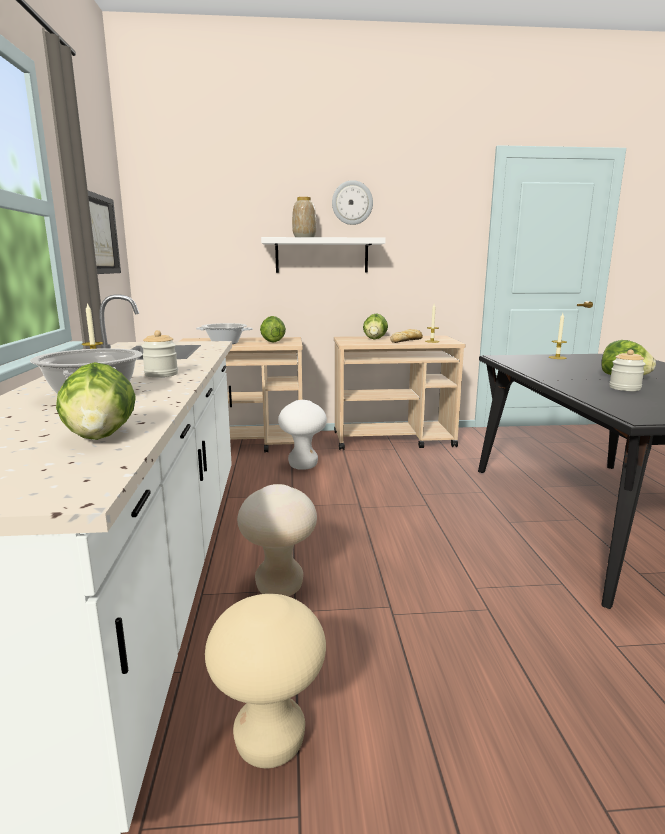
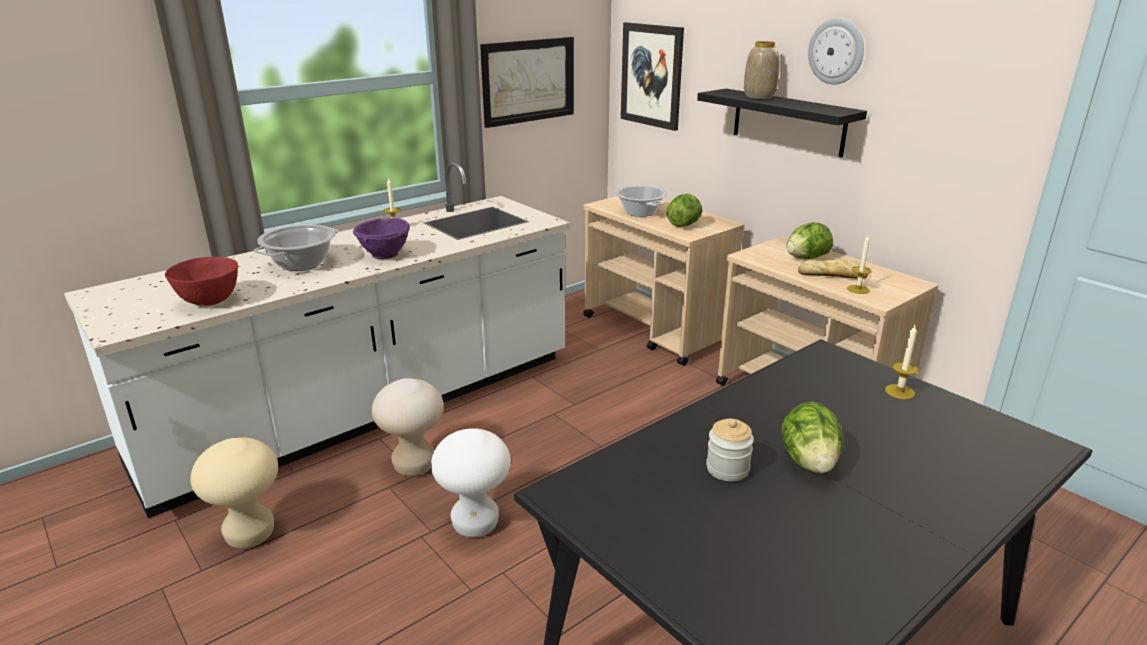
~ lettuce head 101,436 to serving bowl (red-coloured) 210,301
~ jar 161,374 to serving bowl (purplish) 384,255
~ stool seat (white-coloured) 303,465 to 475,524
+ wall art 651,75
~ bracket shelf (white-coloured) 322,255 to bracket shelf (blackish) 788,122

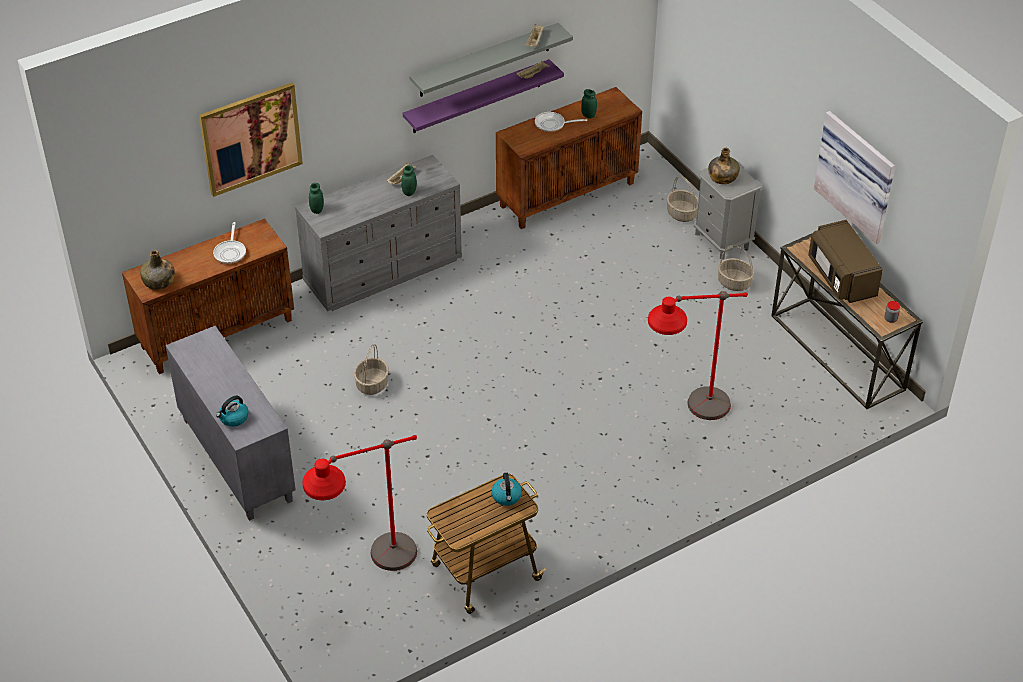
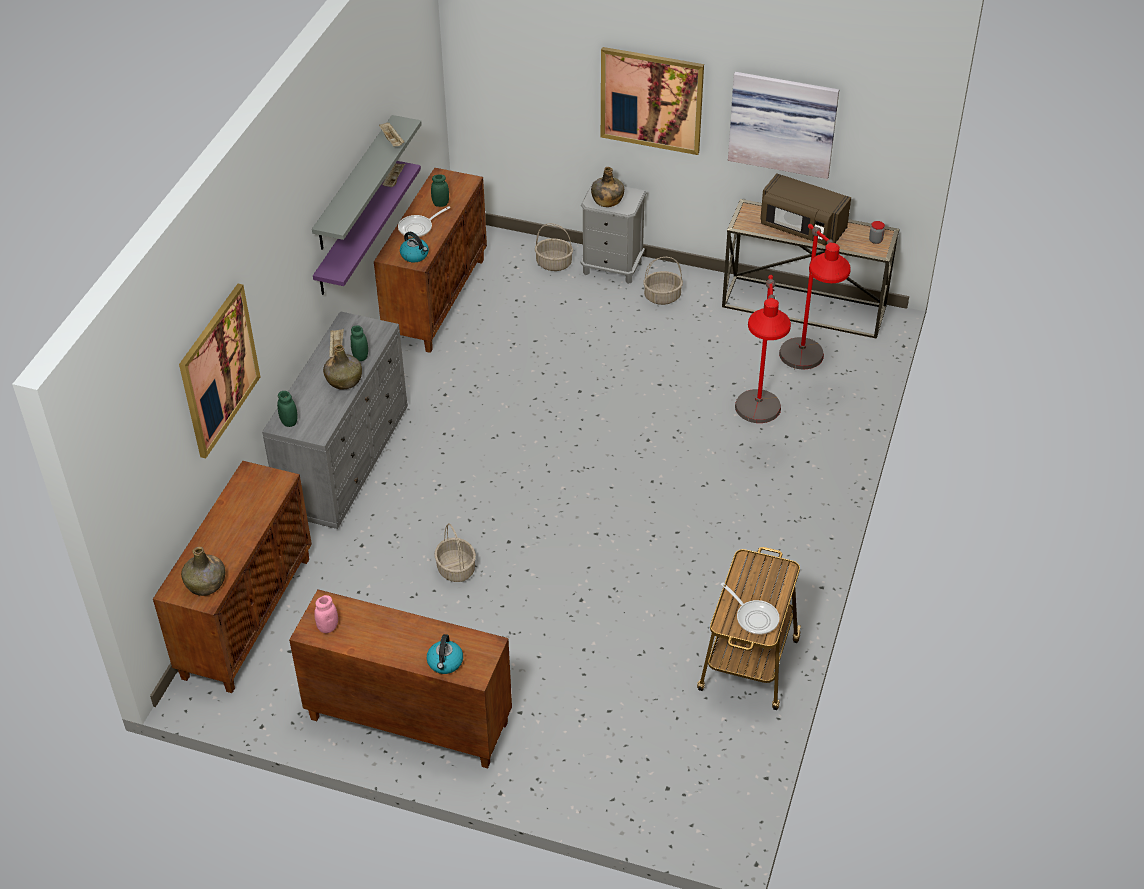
~ cupboard (greyish) 235,459 to cupboard (brownish) 407,721
+ jar (pink-coloured) 328,627
+ bottle (greenish) 344,380
~ water kettle 507,497 to 415,255
+ wall art 651,100
~ pan 230,252 to 754,617
~ standard lamp (red-coloured) 371,572 to 805,376

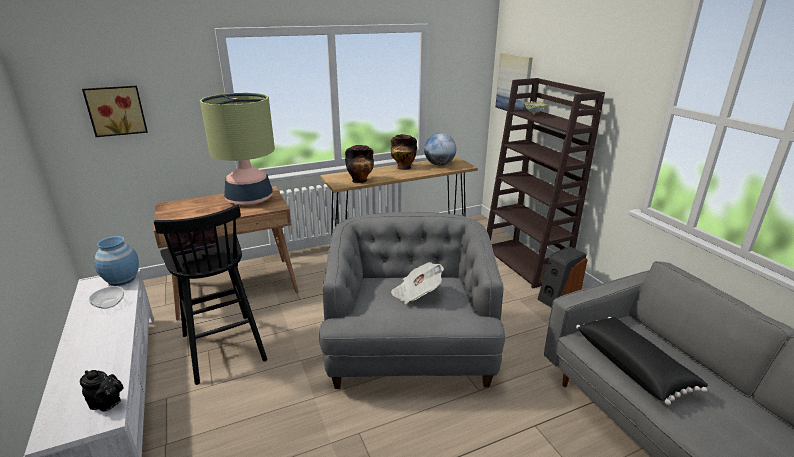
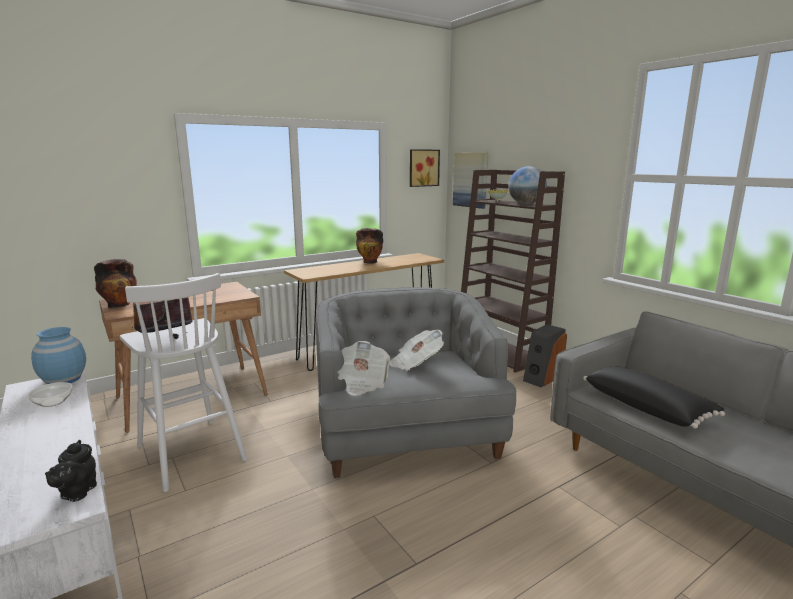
~ pot for tea (blackish) 107,404 = 76,493 90 degrees clockwise
~ vase 360,180 to 120,305
~ stool seat (blackish) 223,346 to stool seat (white-coloured) 190,452
+ printed paper 362,382
~ wall art 116,110 to 423,168
~ globe 439,164 to 526,204
- lamp for a table 249,199

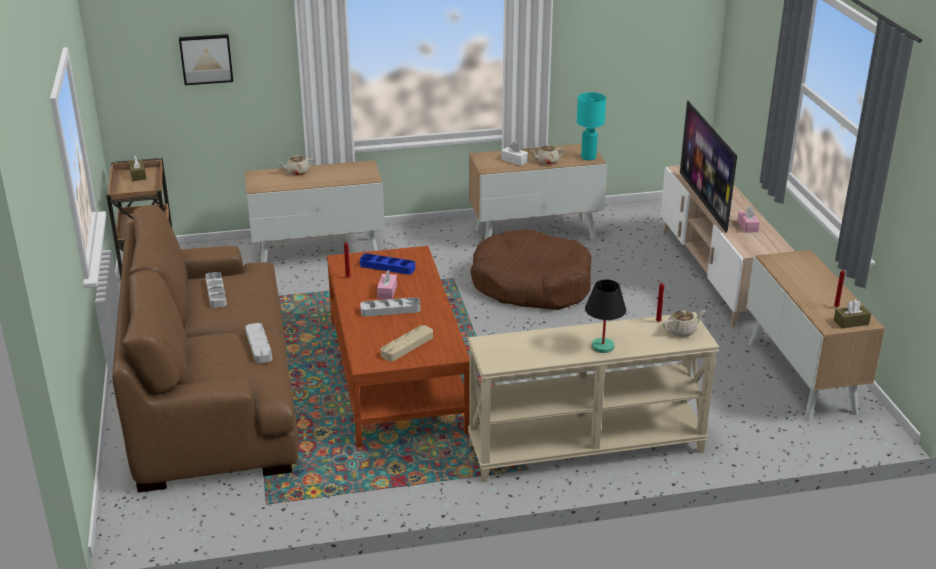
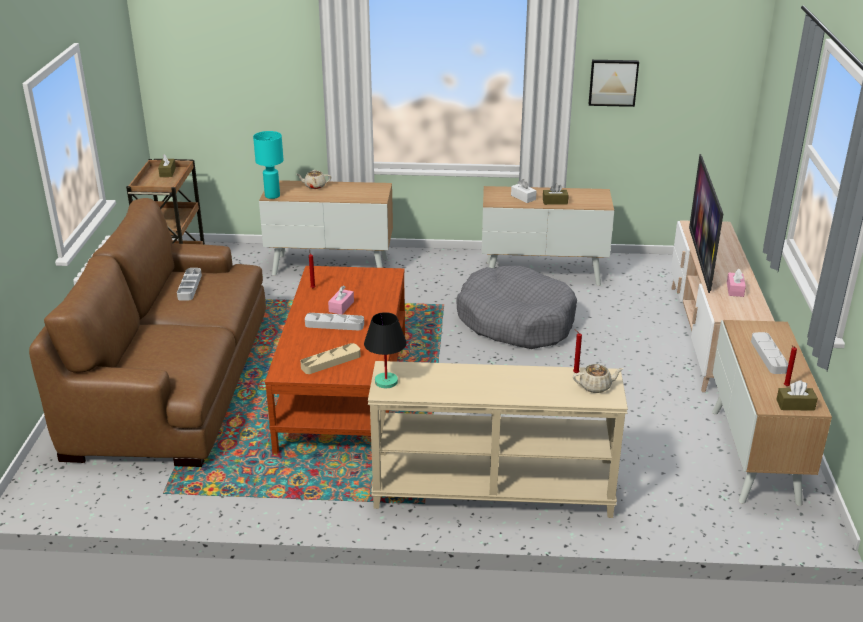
~ lamp for a table (blue-green) 588,157 to 272,196
~ lamp for a table (blackish) 603,346 to 386,381
~ dog cushion (brownish) 531,285 to dog cushion (greyish) 516,321
~ pot for tea (beige-coloured) 547,161 to tissue box (brownish) 555,202
~ wall art 206,58 to 613,82
~ tray (greyish) 259,346 to 768,356
- tray (bluish) 387,267

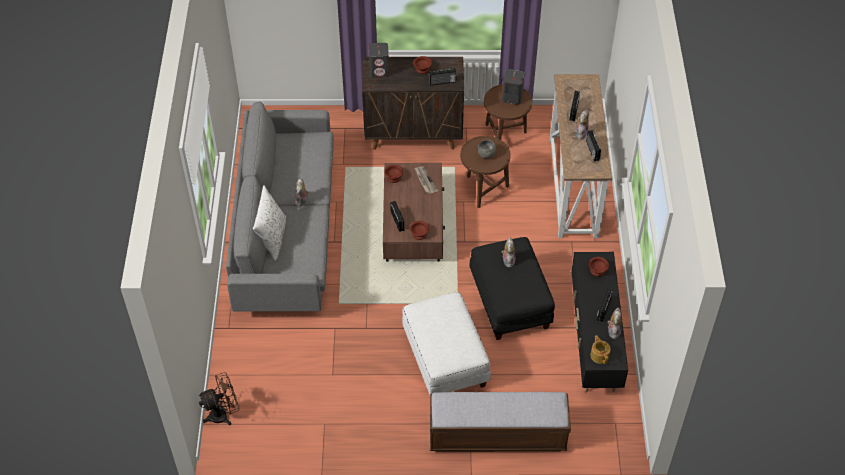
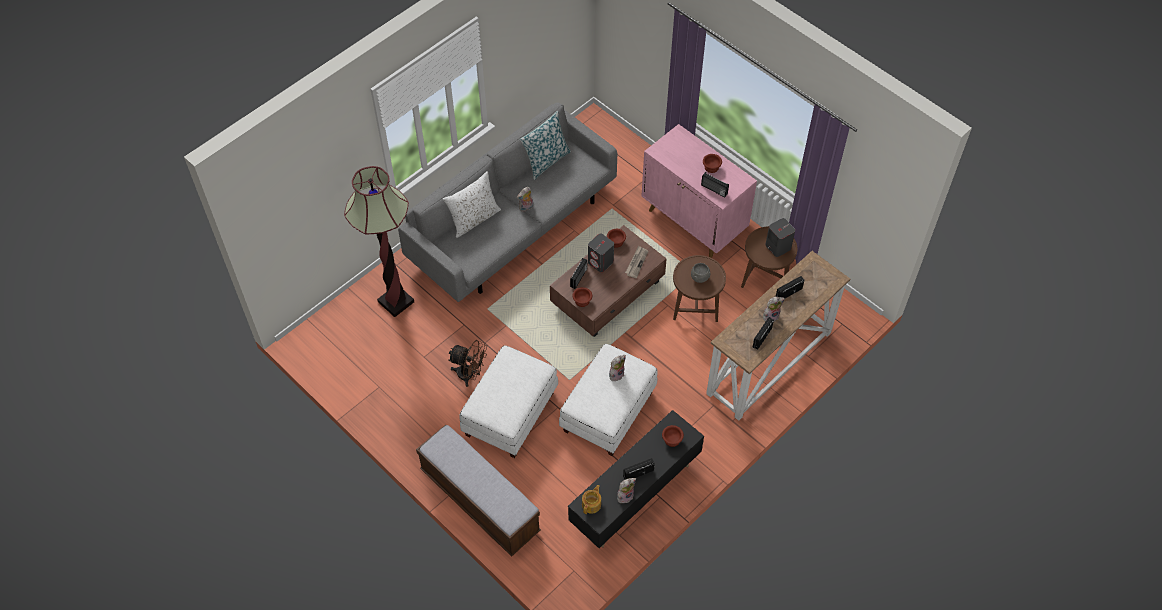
+ standard lamp 396,302
~ cooling fan (brownish) 223,414 to 470,375
+ throw pillow 546,161
~ pouffe (blackish) 510,302 to pouffe (white-coloured) 608,412
~ speaker (greyish) 379,71 to 601,262
~ cupboard (brownish) 414,134 to cupboard (pink-coloured) 694,222

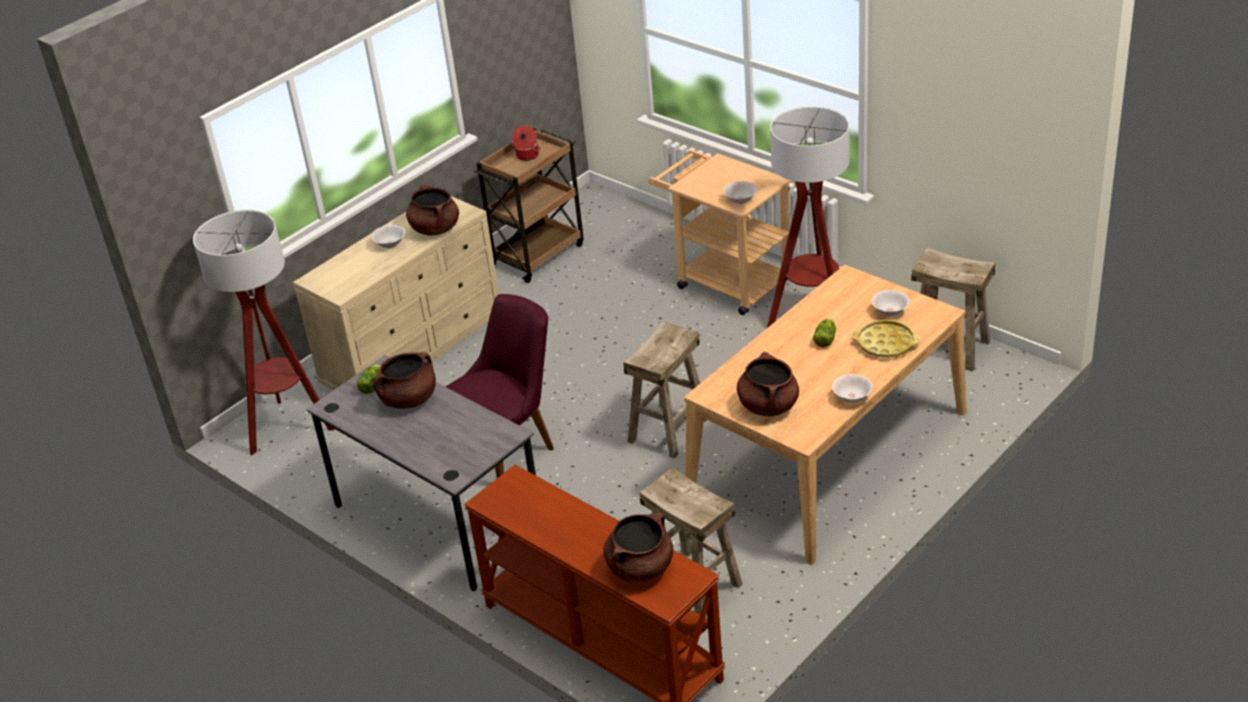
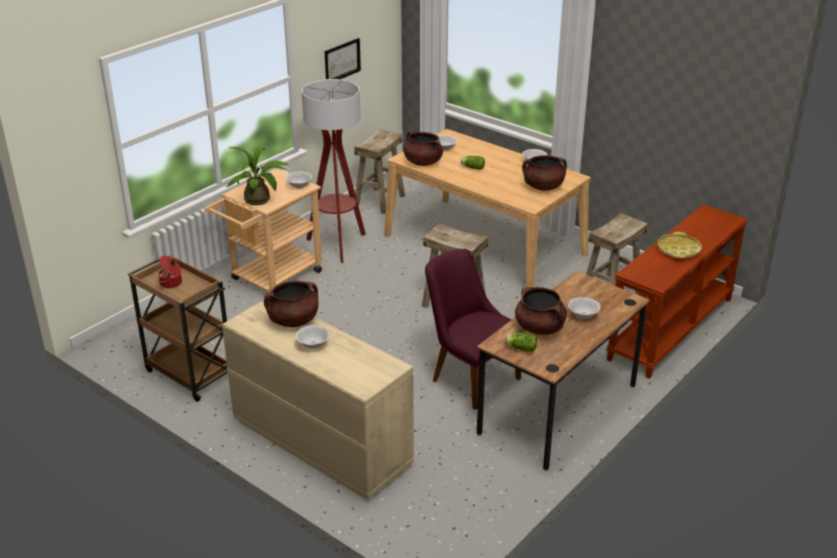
+ potted plant 260,200
+ wall art 342,61
~ saucepot (brownish) 640,567 to 422,162
~ desk (greyish) 438,519 to desk (brownish) 558,409
+ serving bowl (white-coloured) 583,315
~ tray (yellow-coloured) 885,344 to 678,250
- standard lamp 288,427

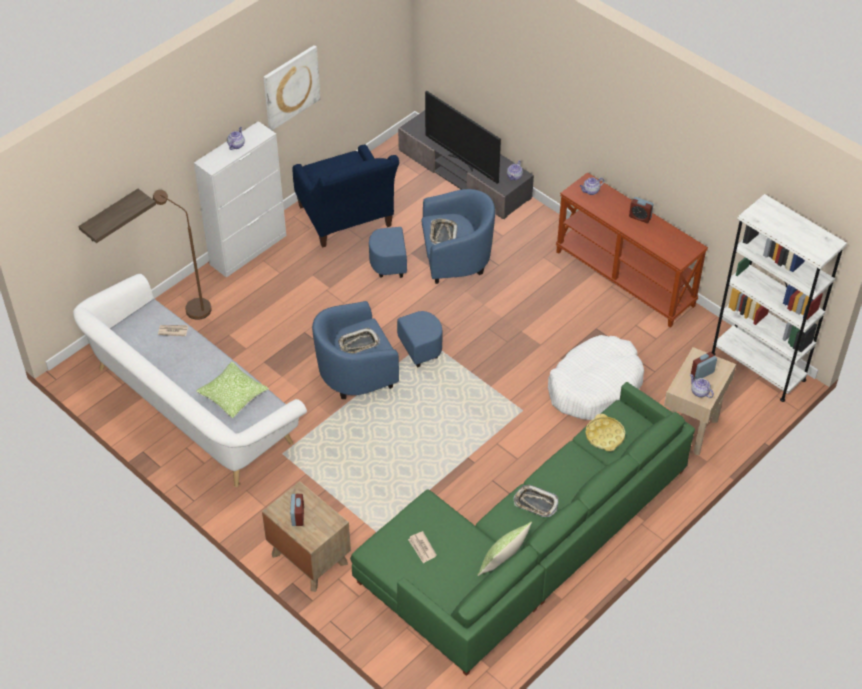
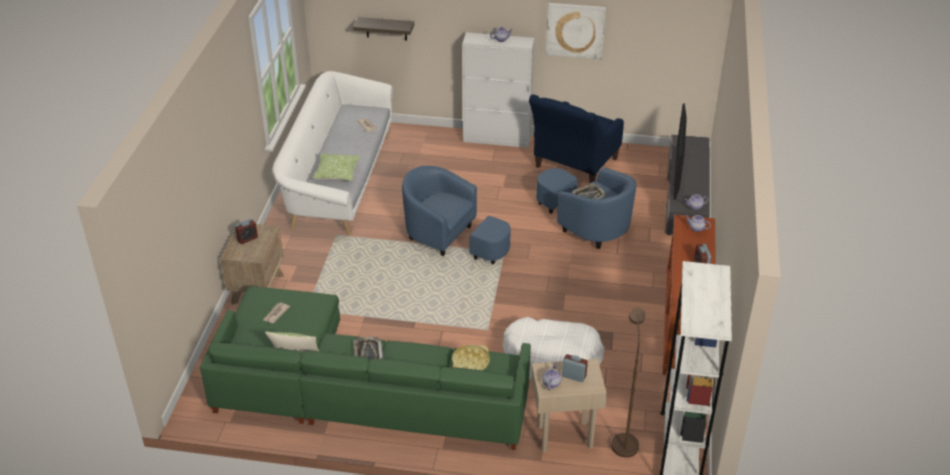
~ standard lamp (brownish) 193,306 to 624,440
- tray 358,344

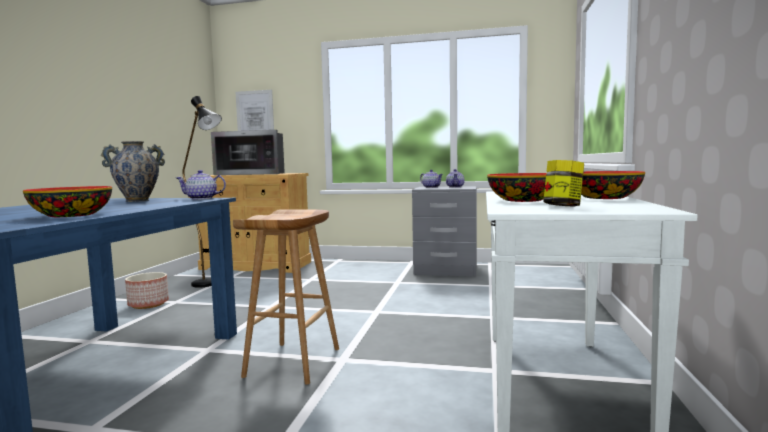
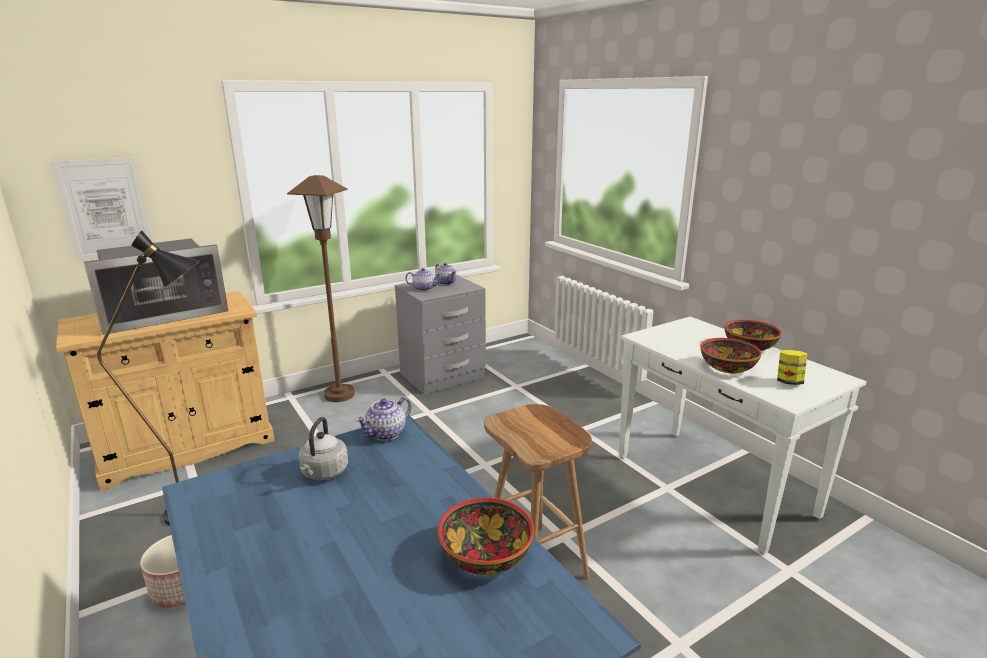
+ standard lamp (brownish) 339,395
~ vase 137,201 to water kettle (greyish) 323,473

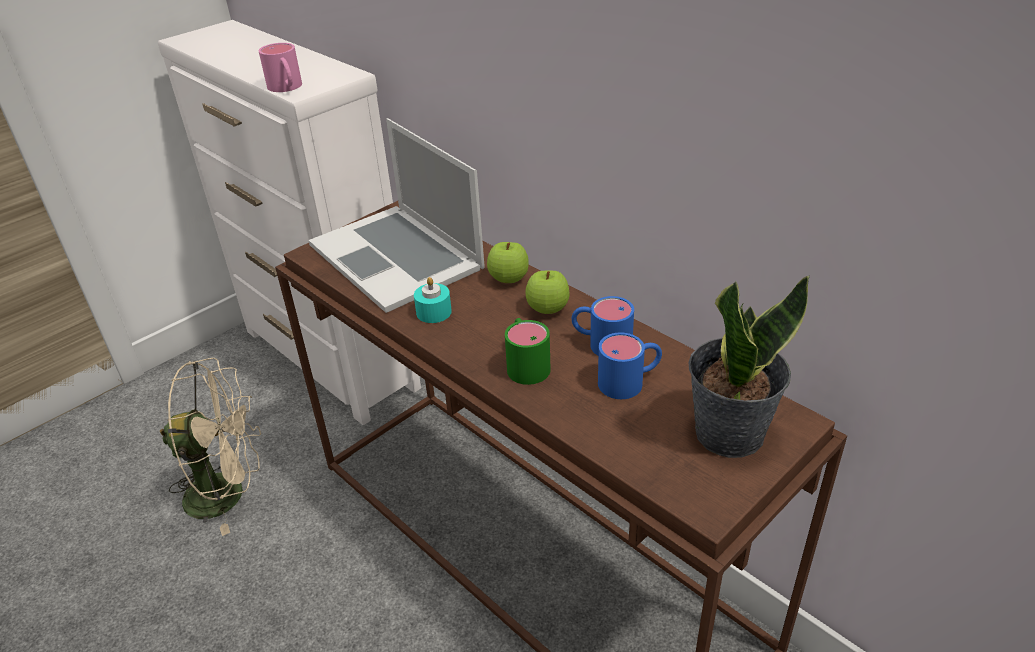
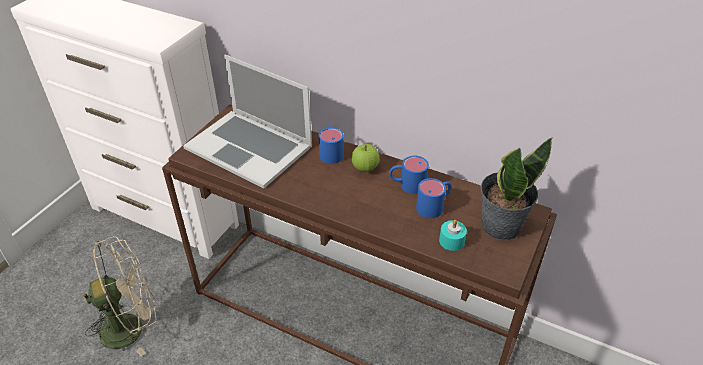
~ whole apple 508,279 to coffee mug (bluish) 331,152
~ wax candle (blue-green) 434,312 to 451,241
- coffee mug (pink-coloured) 287,88
- coffee mug (greenish) 526,363

